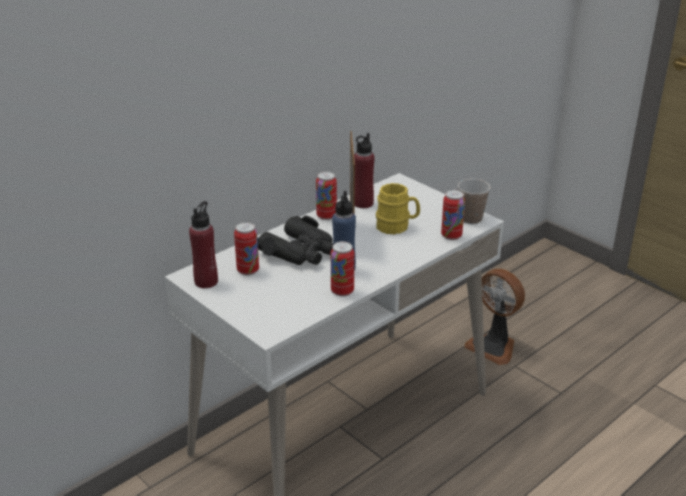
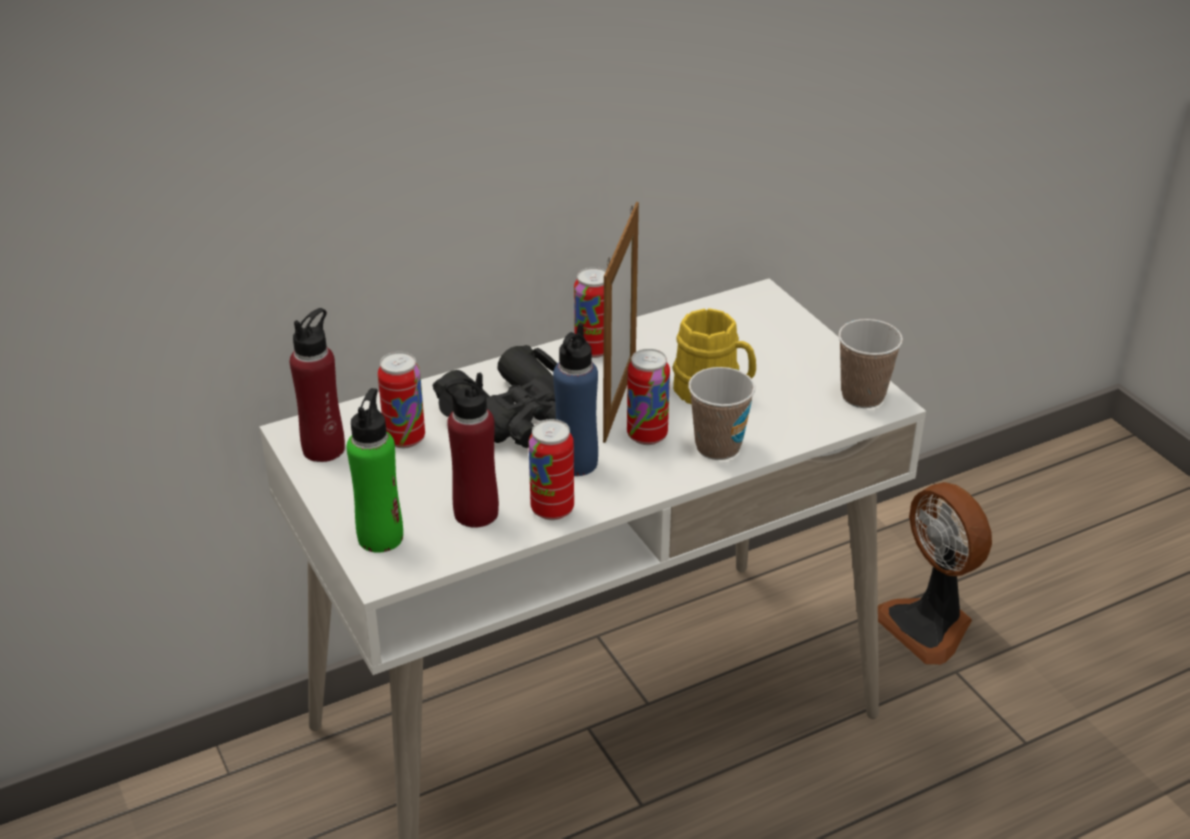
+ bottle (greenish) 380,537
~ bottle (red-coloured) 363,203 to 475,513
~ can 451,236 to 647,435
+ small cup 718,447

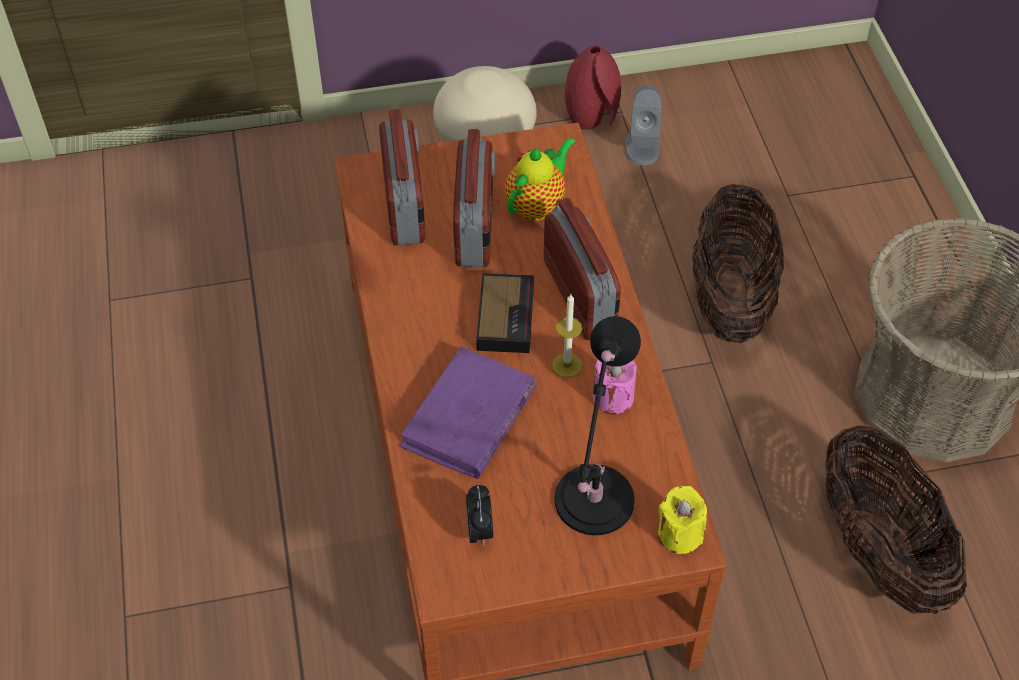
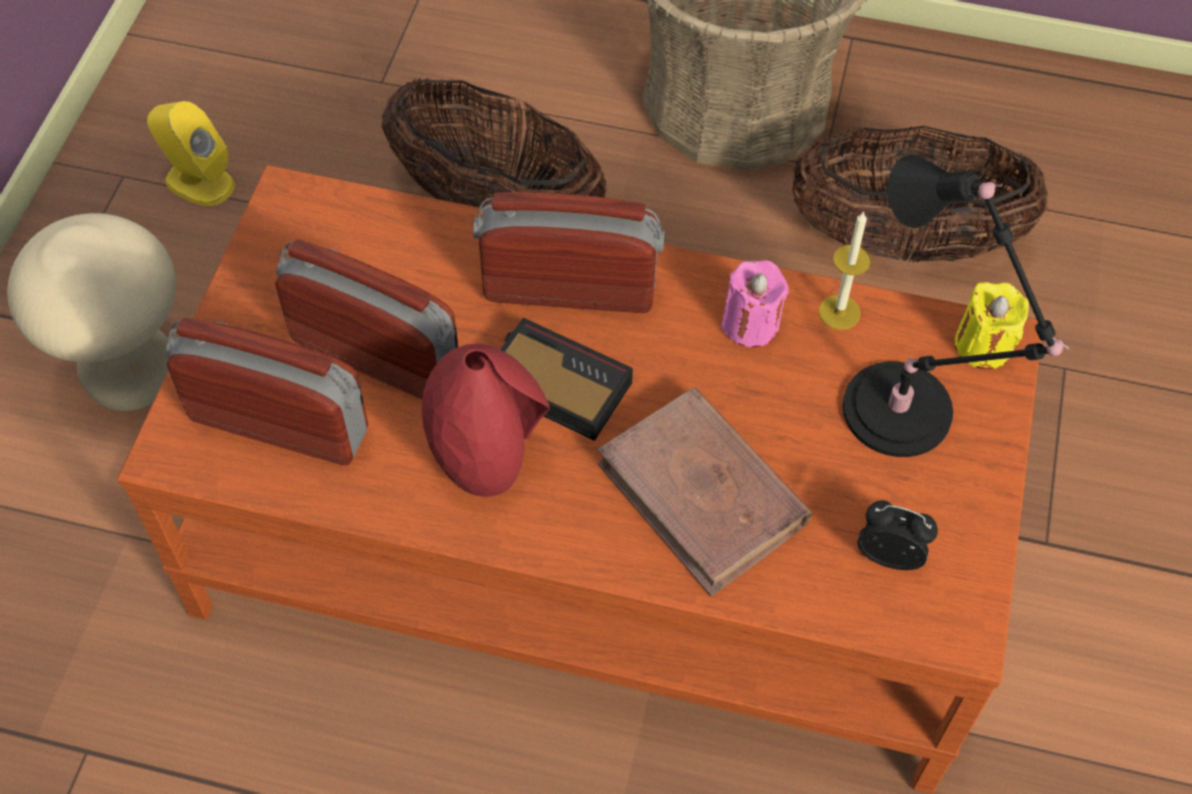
~ speaker (greyish) 642,146 to speaker (yellow-coloured) 199,182
~ vase (red-coloured) 592,117 to 487,457
~ volume (purplish) 469,418 to volume (brownish) 703,494
~ wax candle 567,365 to 839,312
- pot for tea 537,205

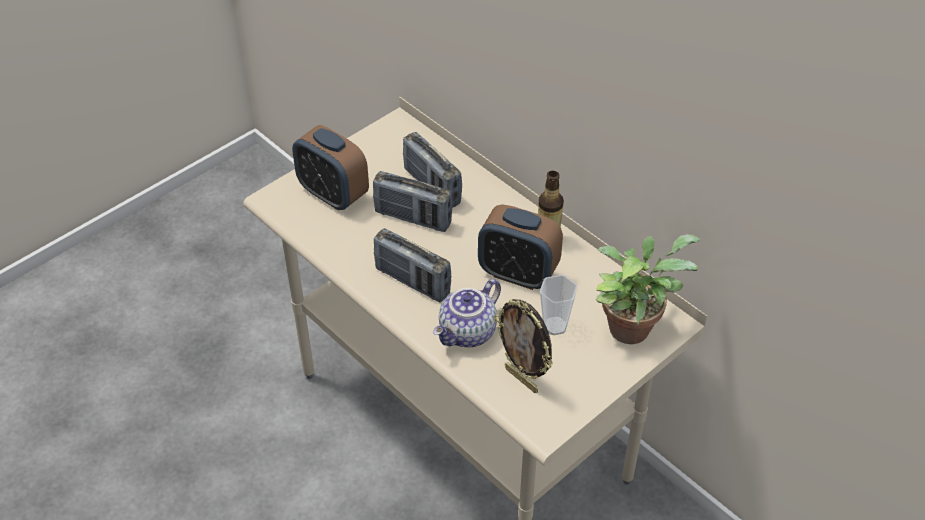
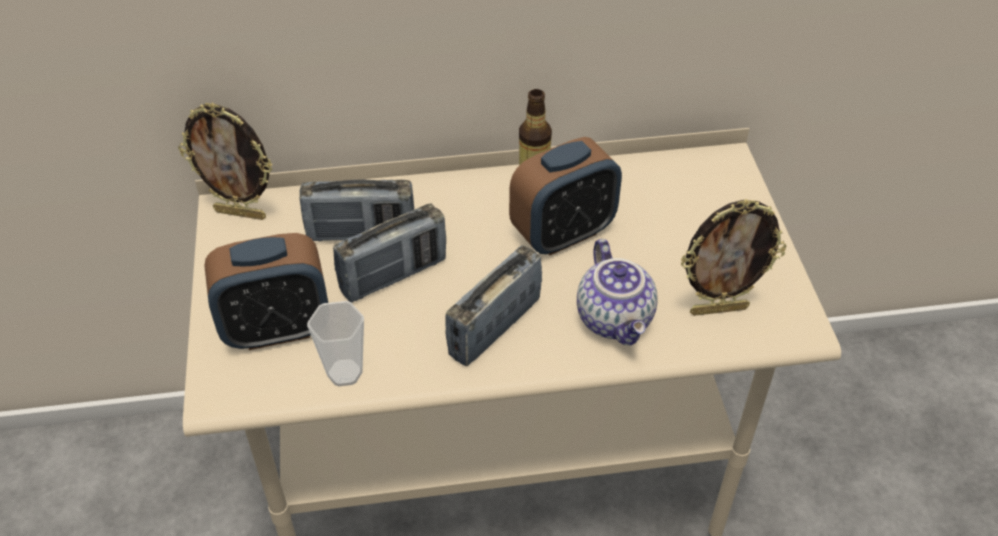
+ standing frame 241,213
~ small cup 555,326 to 344,373
~ radio receiver 412,282 = 494,327 150 degrees clockwise
- potted plant 632,325

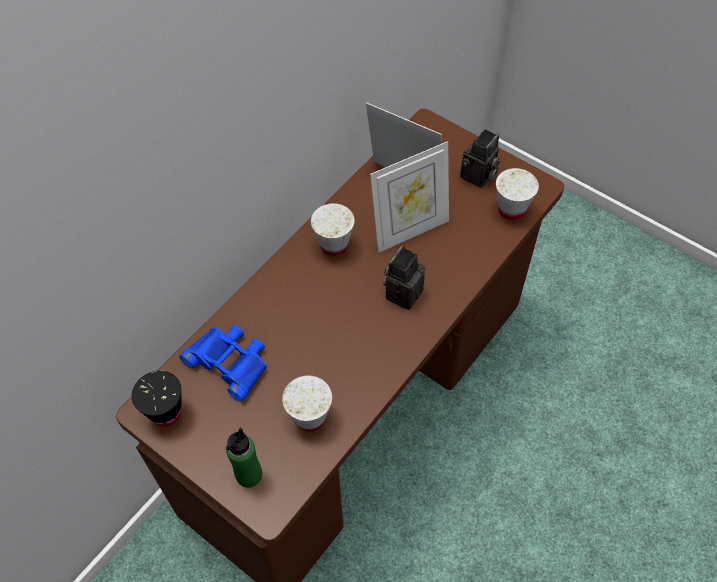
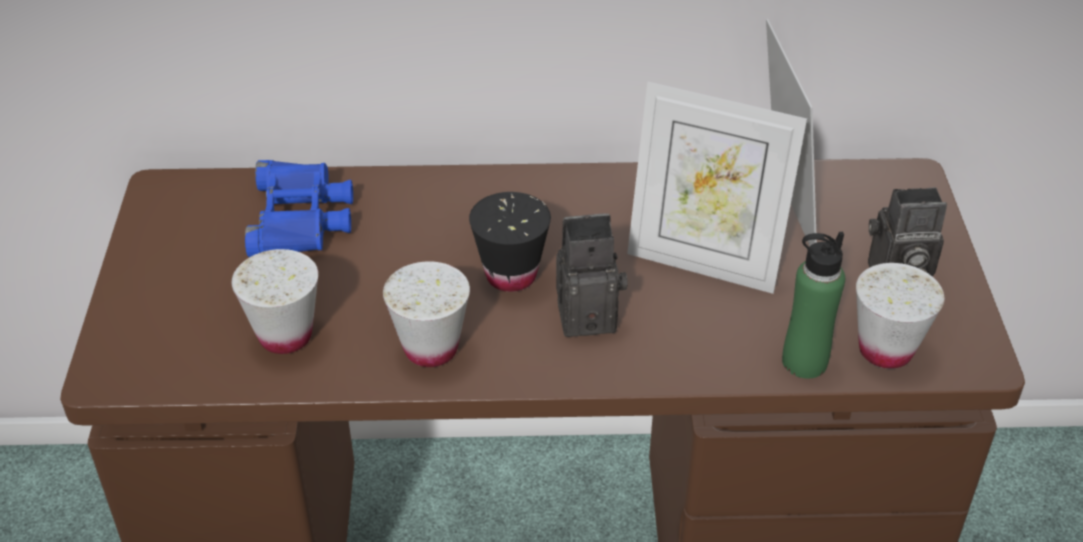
~ small cup (white-coloured) 334,245 to 431,349
~ small cup (blackish) 166,412 to 511,275
~ bottle (greenish) 248,474 to 804,362

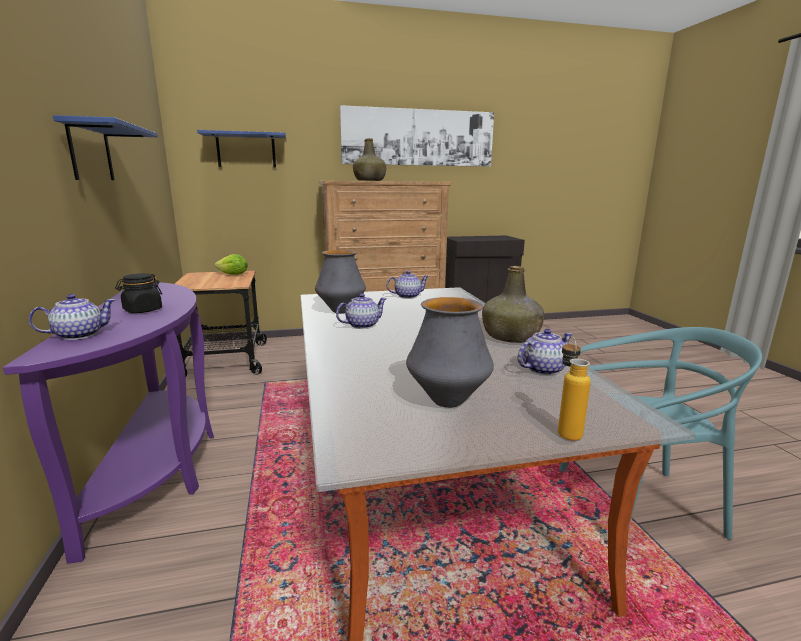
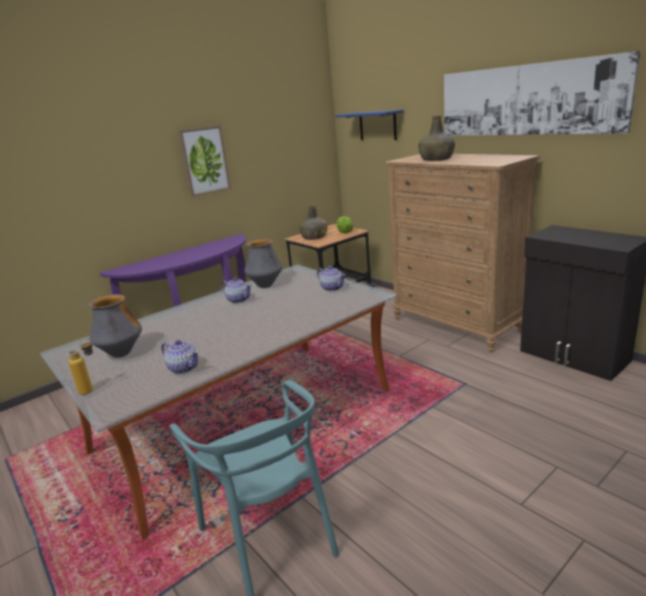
~ bracket shelf (bluish) 90,152 to wall art 204,160
~ bottle (greenish) 511,336 to 314,237
- pot for tea 78,335
- jar (blackish) 142,310

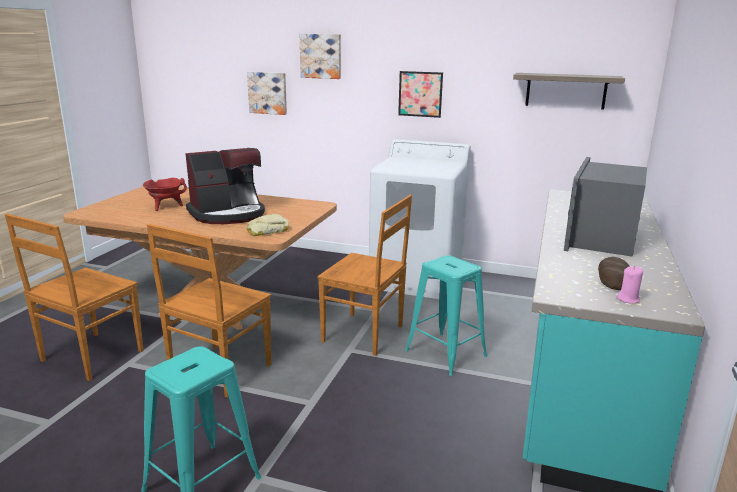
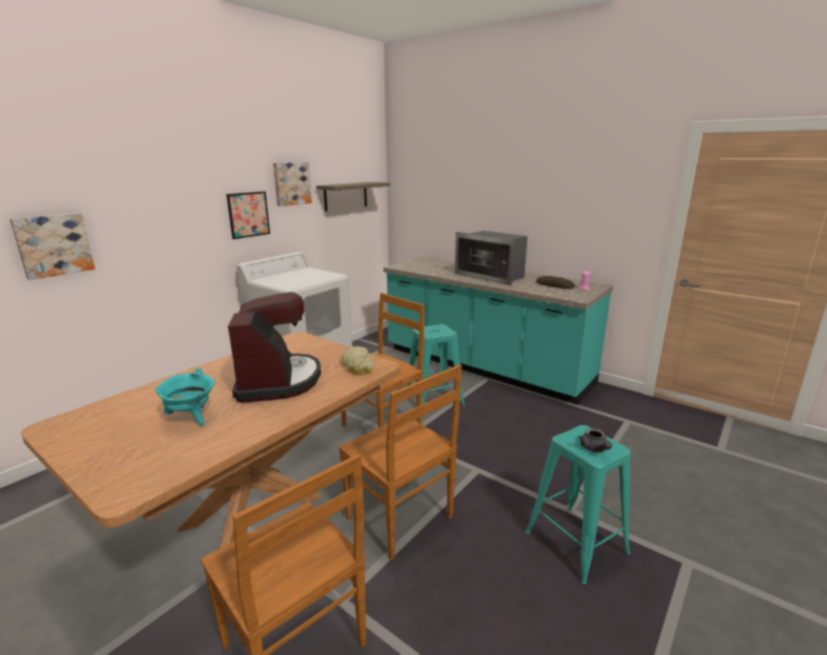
~ saucepot (red-coloured) 165,207 to saucepot (blue-green) 191,418
~ wall art 321,56 to 291,183
+ pot for tea (greyish) 594,449

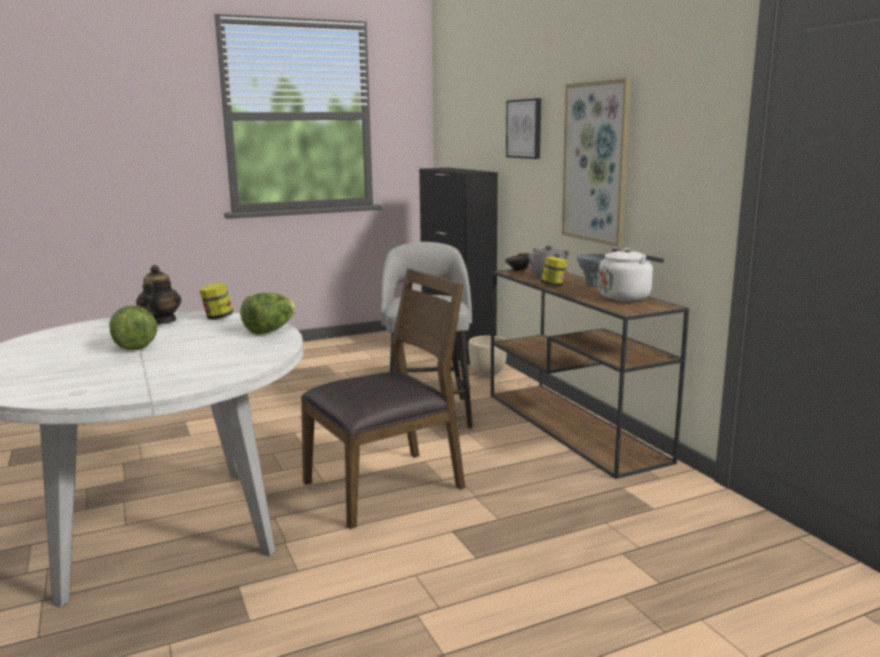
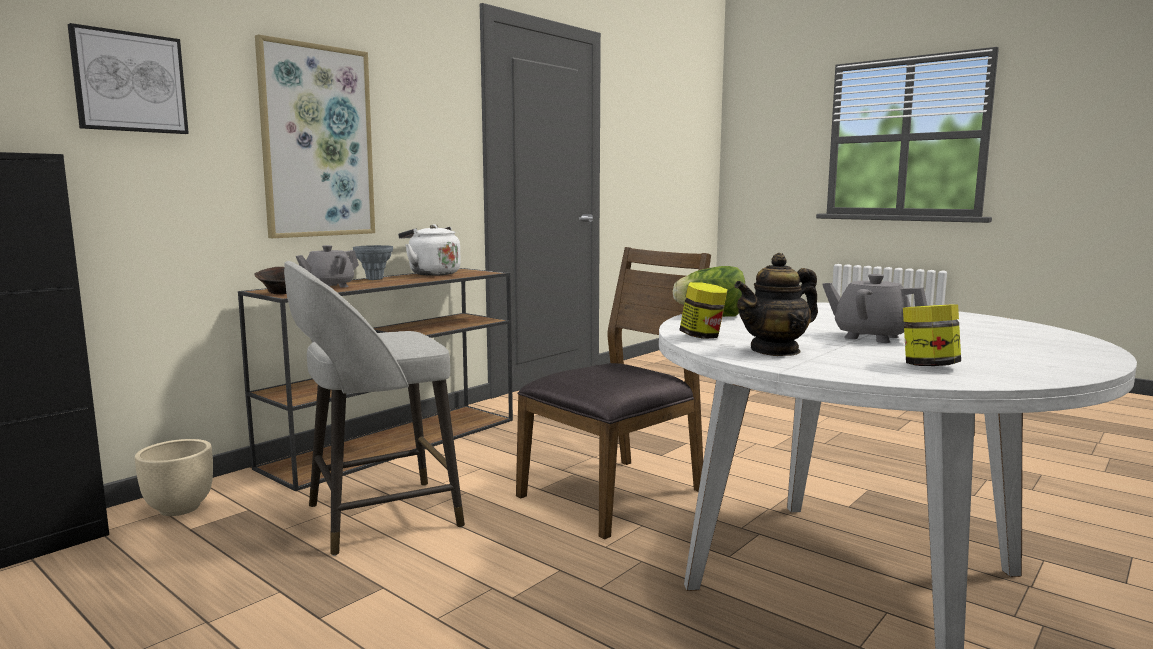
~ upright chair (brownish) 385,486 = 615,494 105 degrees clockwise
~ lettuce head 134,345 to pot for tea (greyish) 870,337
~ jar 553,285 to 928,366

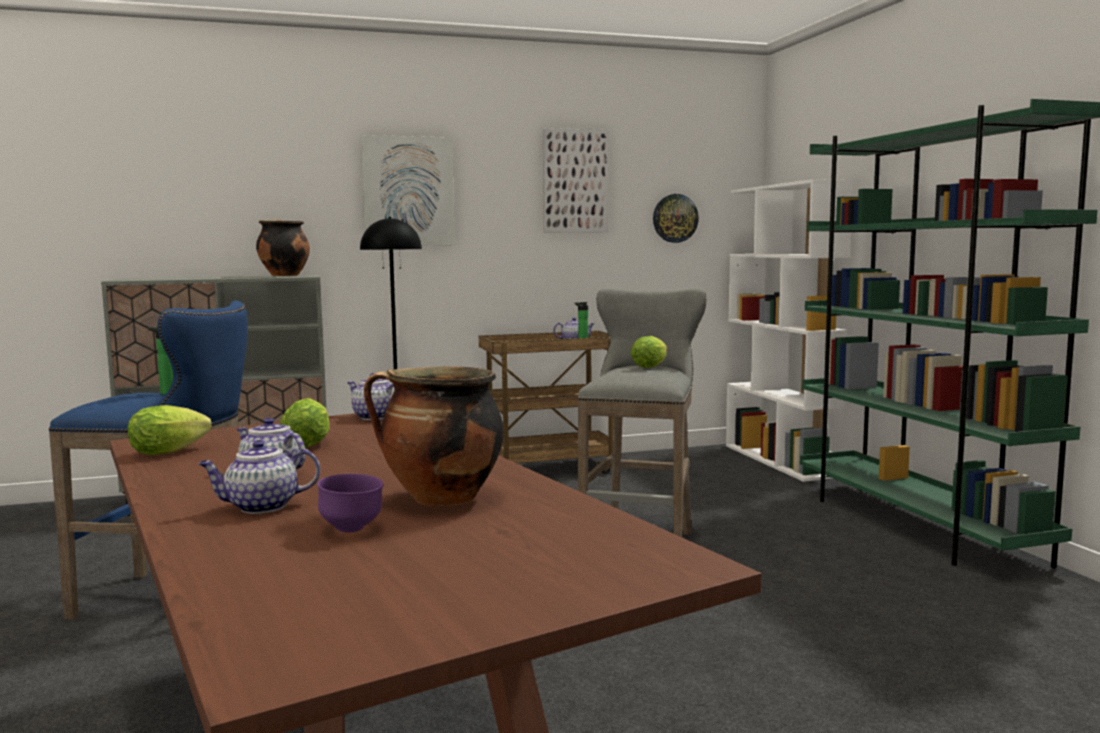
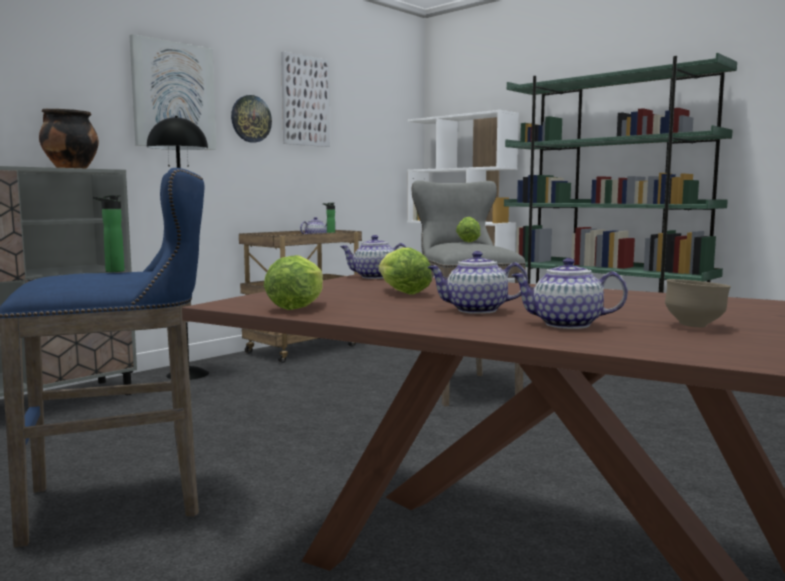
~ hanging clock 675,218 to 251,119
~ pot for tea 261,507 = 565,324 60 degrees clockwise
~ serving bowl (purplish) 352,529 to serving bowl (brownish) 695,326
- saucepot 440,499

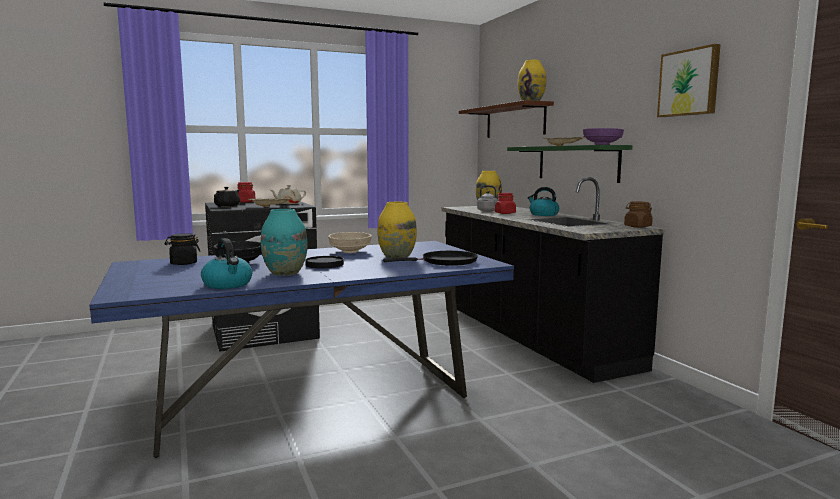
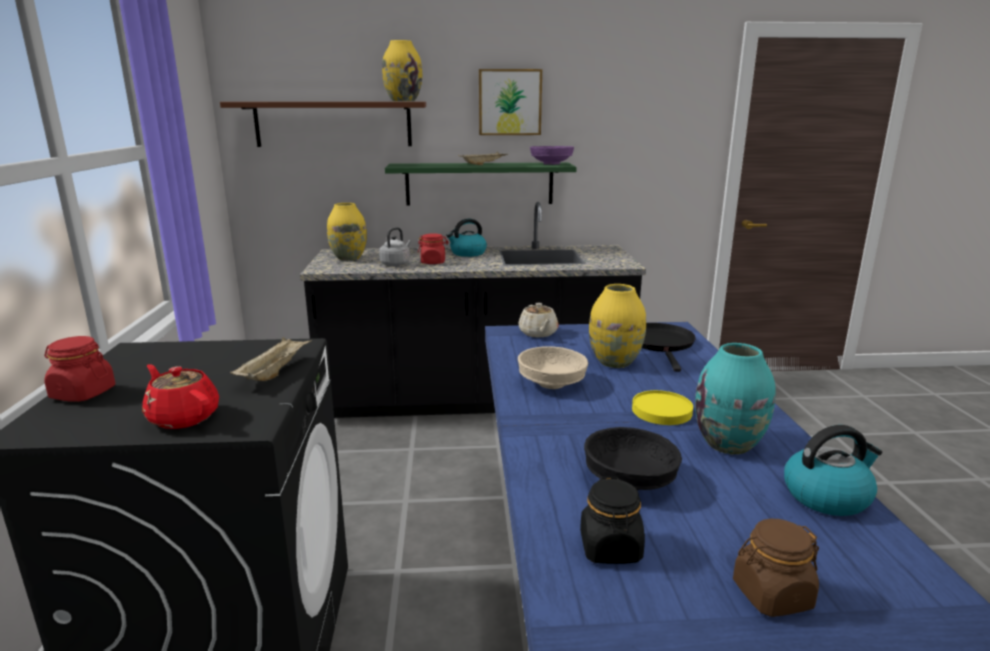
~ pot for tea (blackish) 228,206 to pot for tea (red-coloured) 183,417
~ wall art 689,83 to 509,102
~ pot for tea (beige-coloured) 288,203 to 538,333
~ plate (blackish) 324,264 to plate (yellow-coloured) 662,411
~ jar (brownish) 637,226 to 771,595

